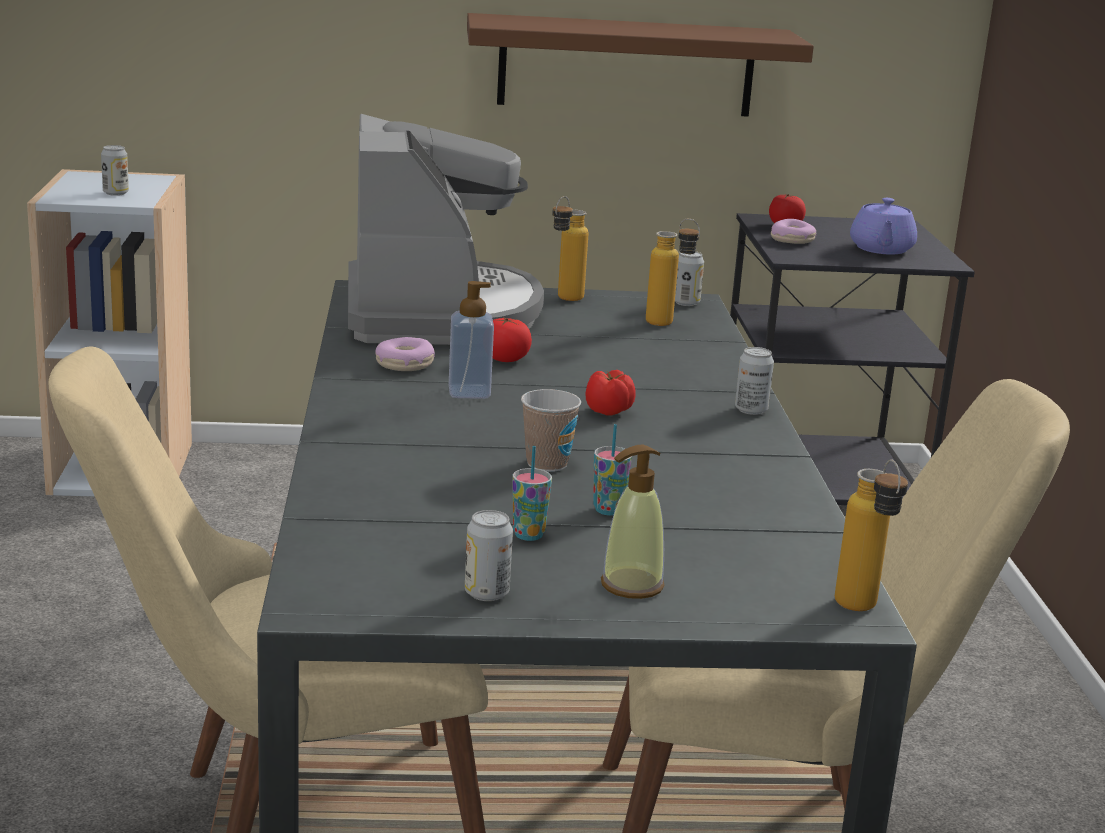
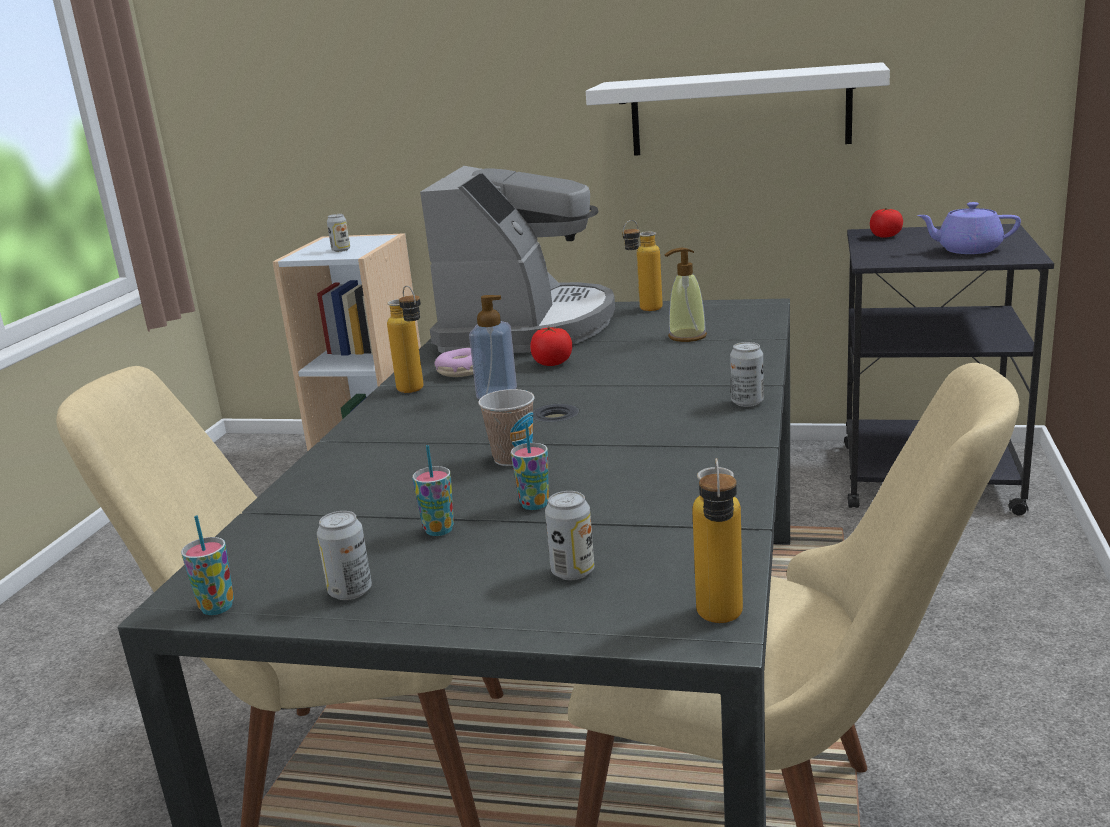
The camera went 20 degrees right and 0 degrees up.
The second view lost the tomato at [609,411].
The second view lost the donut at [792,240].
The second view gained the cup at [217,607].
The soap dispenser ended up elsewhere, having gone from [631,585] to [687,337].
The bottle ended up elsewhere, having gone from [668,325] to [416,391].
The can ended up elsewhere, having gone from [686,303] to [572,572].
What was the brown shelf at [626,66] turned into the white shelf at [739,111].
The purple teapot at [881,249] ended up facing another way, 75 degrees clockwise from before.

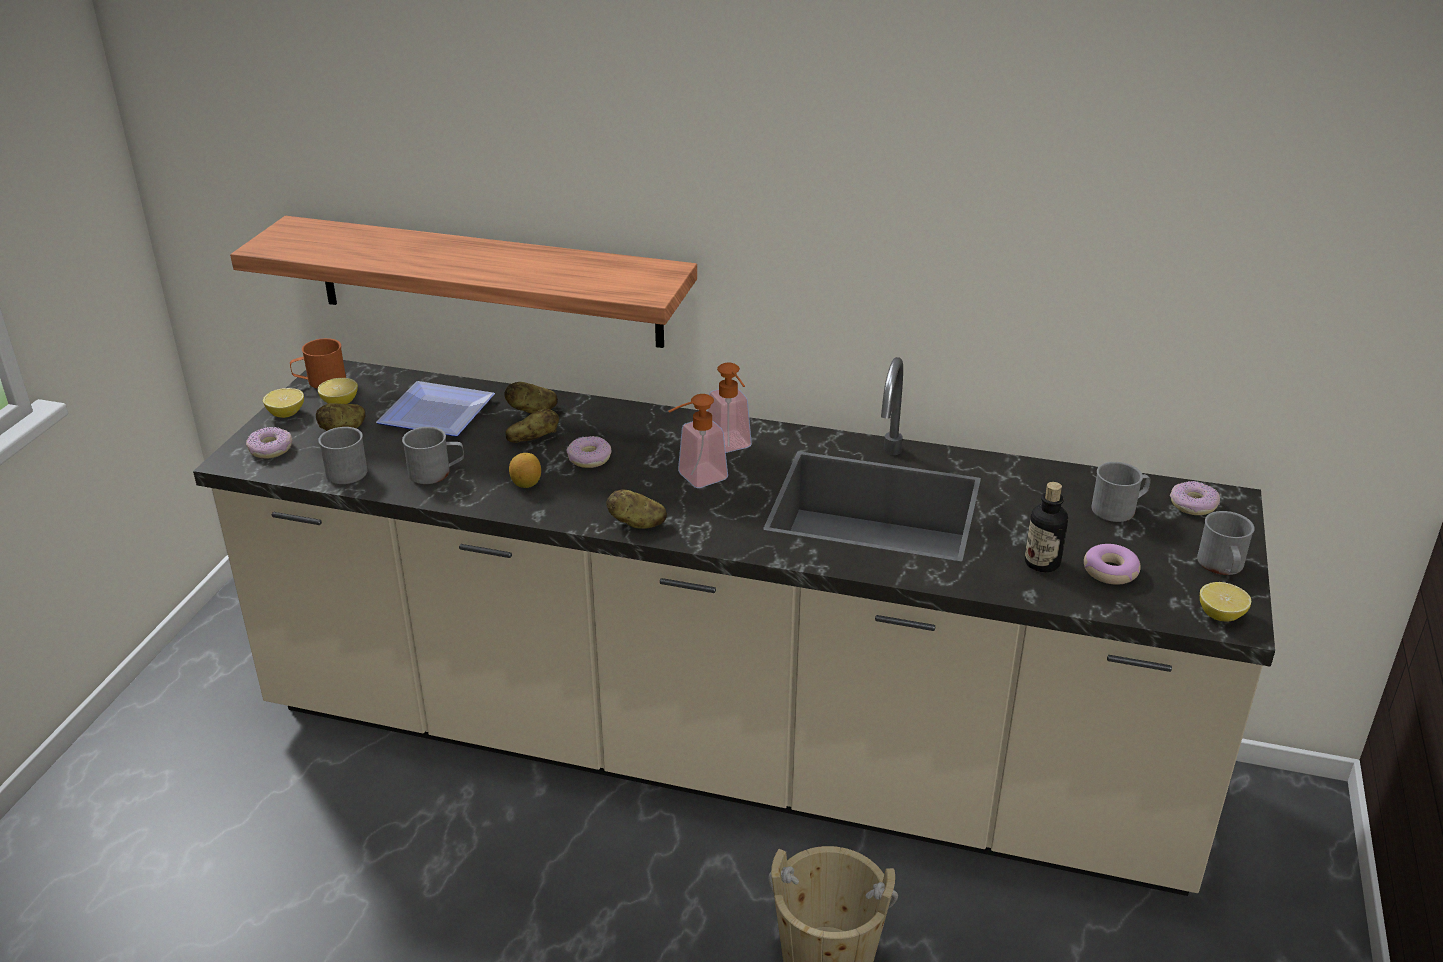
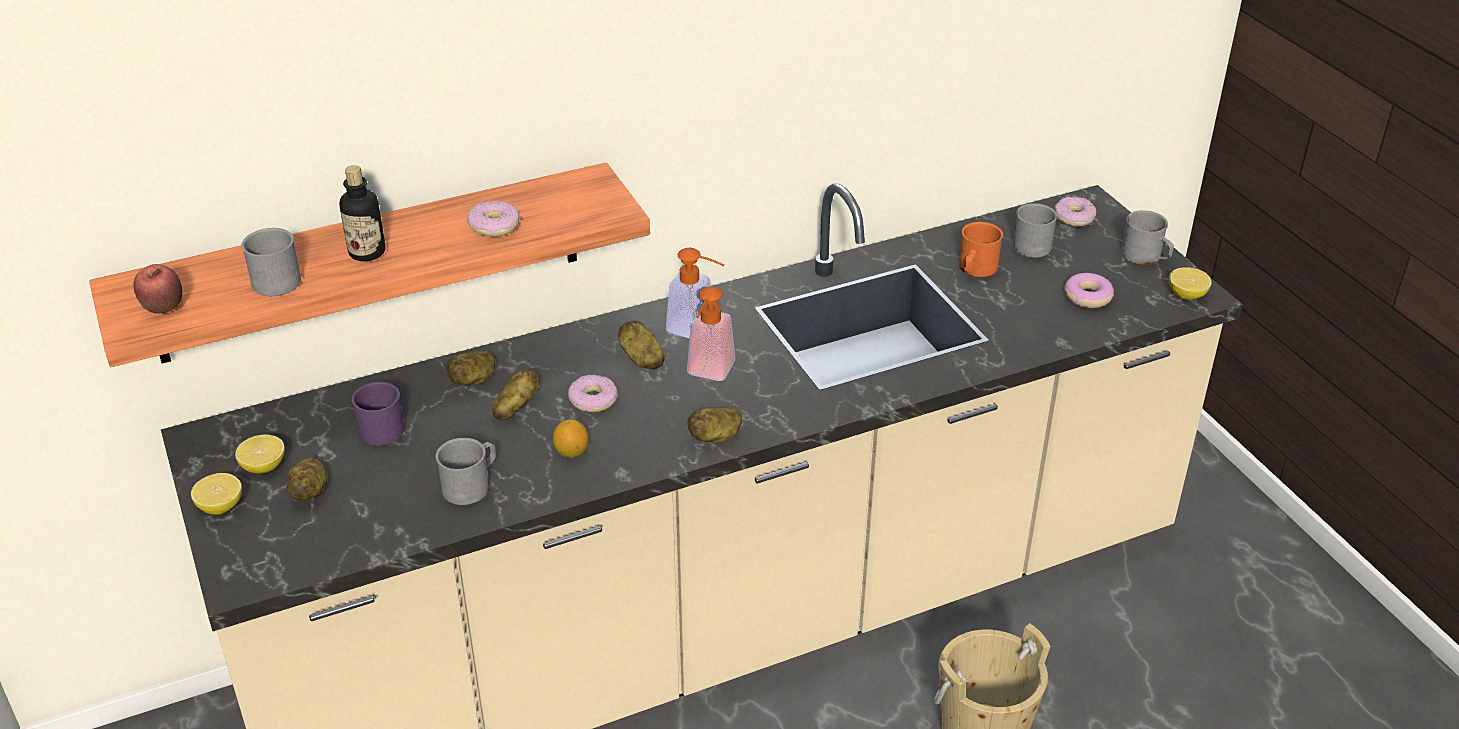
The camera went 40 degrees left and 5 degrees up.
The second view gained the apple at [164,308].
The second view gained the potato at [641,358].
The donut ended up elsewhere, having gone from [270,449] to [494,225].
The orange mug ended up elsewhere, having gone from [320,381] to [975,270].
The grey mug ended up elsewhere, having gone from [347,469] to [271,279].
The bottle ended up elsewhere, having gone from [1042,563] to [367,252].
Where the plate stood at [435,411], the purple mug came to stand at [380,427].

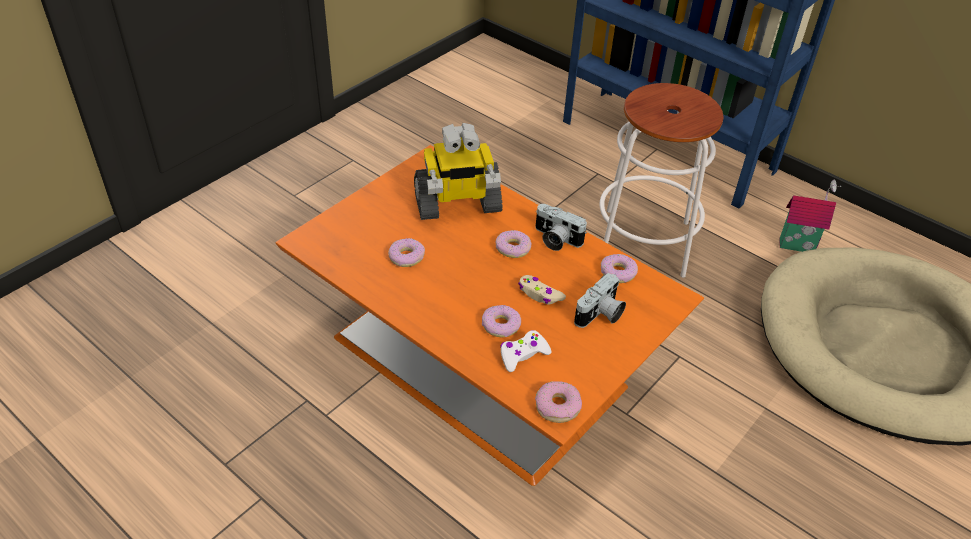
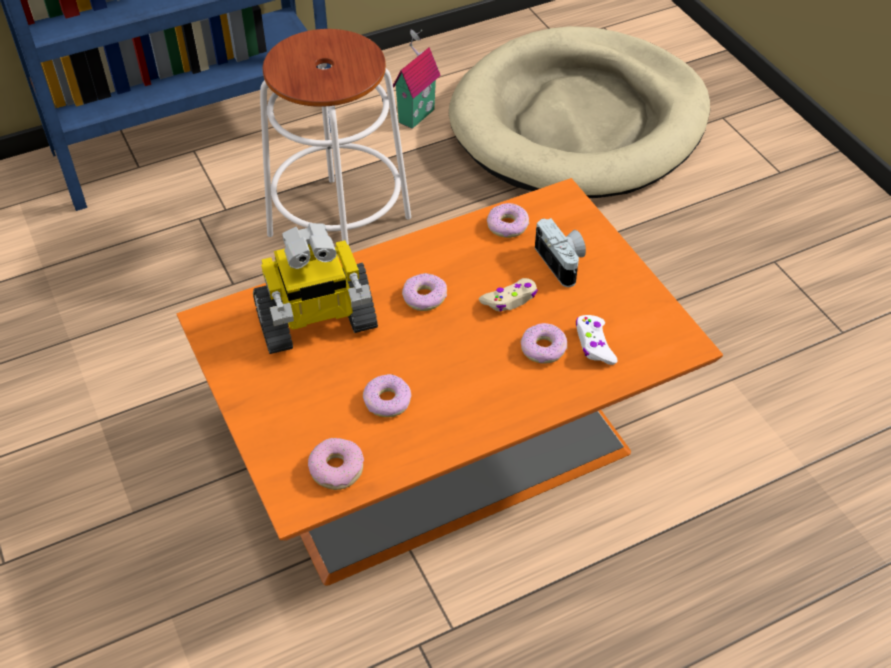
The camera went 65 degrees left and 5 degrees up.
The second view lost the photo camera at [555,239].
The donut ended up elsewhere, having gone from [557,406] to [337,469].
The toy robot at [457,204] ended up facing another way, 60 degrees clockwise from before.

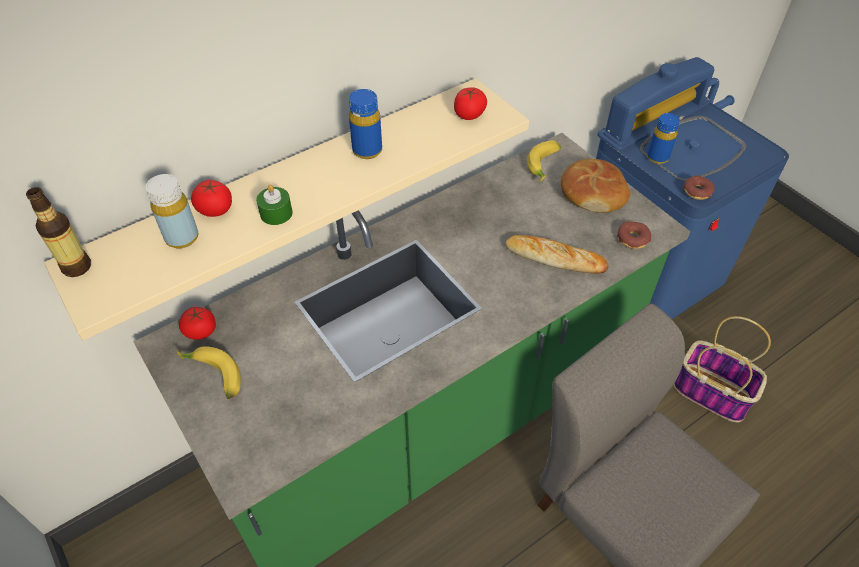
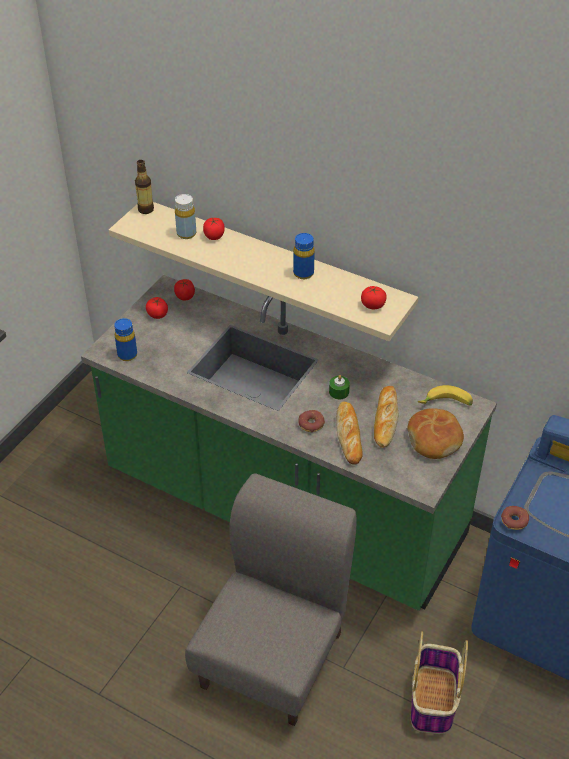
The camera went 65 degrees right and 5 degrees down.
The second view gained the bread at [385,419].
The green candle ended up elsewhere, having gone from [276,213] to [339,392].
The donut ended up elsewhere, having gone from [633,239] to [311,424].
The blue bottle ended up elsewhere, having gone from [657,157] to [127,355].
Where the banana stood at [212,377], the tomato came to stand at [157,314].

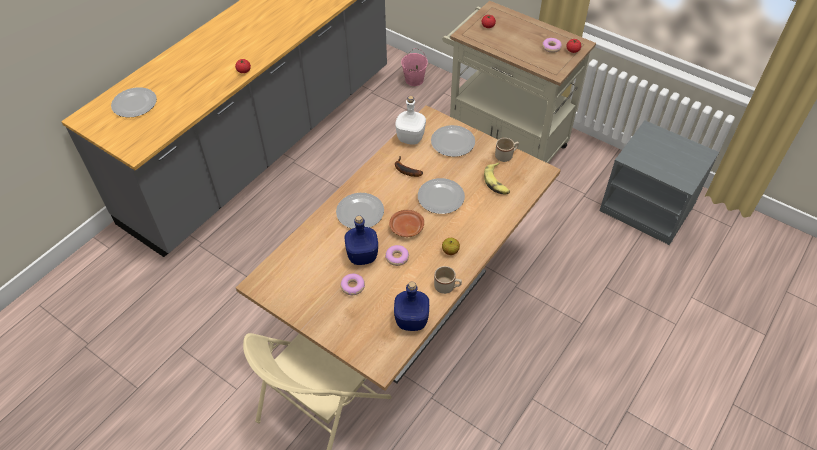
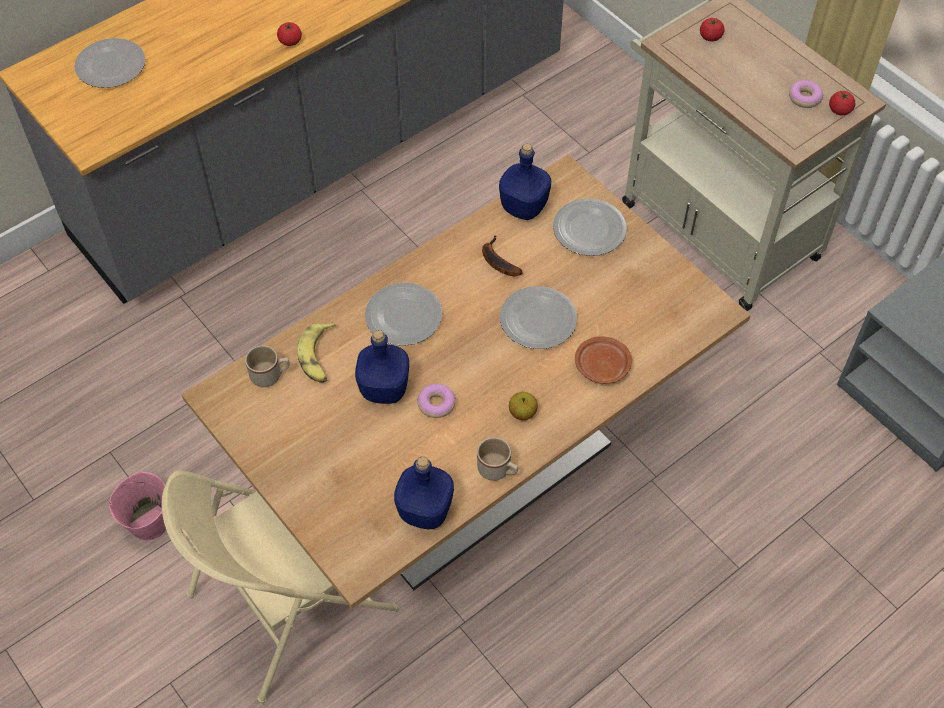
The camera went 15 degrees right and 5 degrees up.
The second view lost the donut at [352,286].
The brown plate ended up elsewhere, having gone from [406,227] to [601,366].
The pink bucket ended up elsewhere, having gone from [414,80] to [149,522].
The banana ended up elsewhere, having gone from [497,182] to [318,357].
The beige mug ended up elsewhere, having gone from [506,156] to [270,375].
What was the white bottle at [411,138] turned into the blue bottle at [524,207].

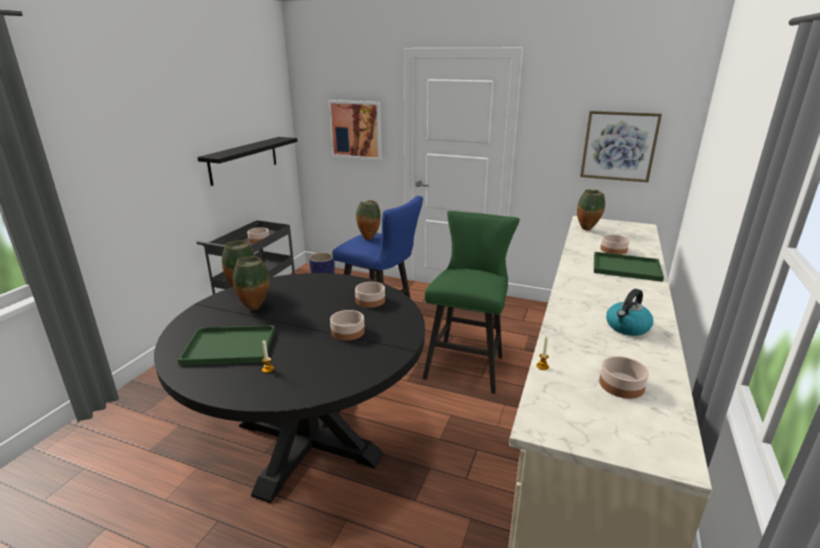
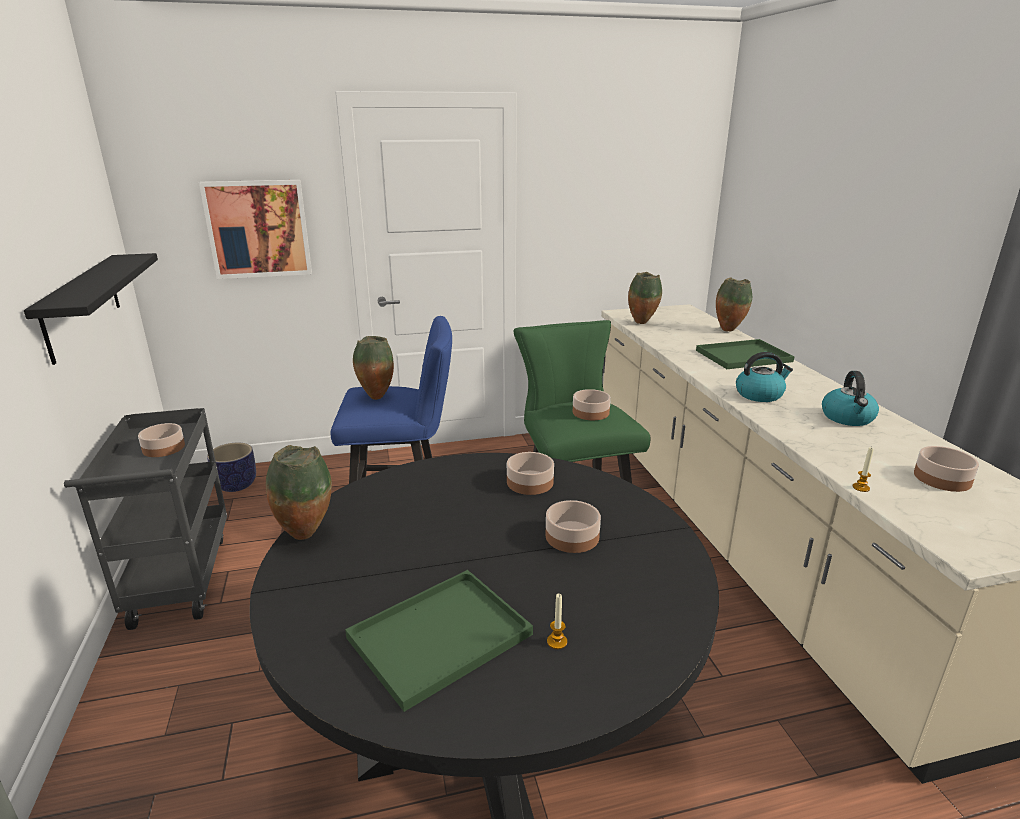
The camera went 35 degrees left and 0 degrees up.
The second view lost the picture at [619,146].
The second view gained the kettle at [759,394].
The vase ended up elsewhere, having gone from [256,308] to [729,330].
The bowl ended up elsewhere, having gone from [613,250] to [590,412].

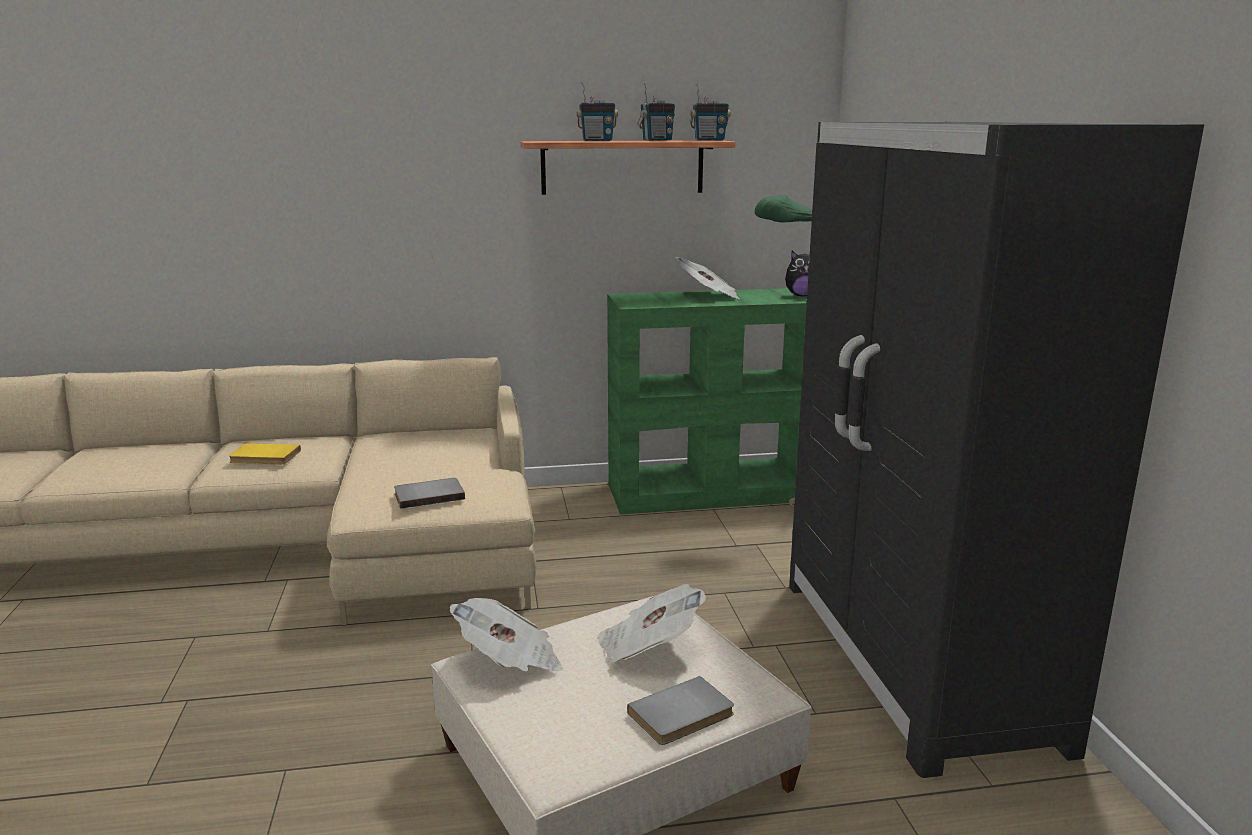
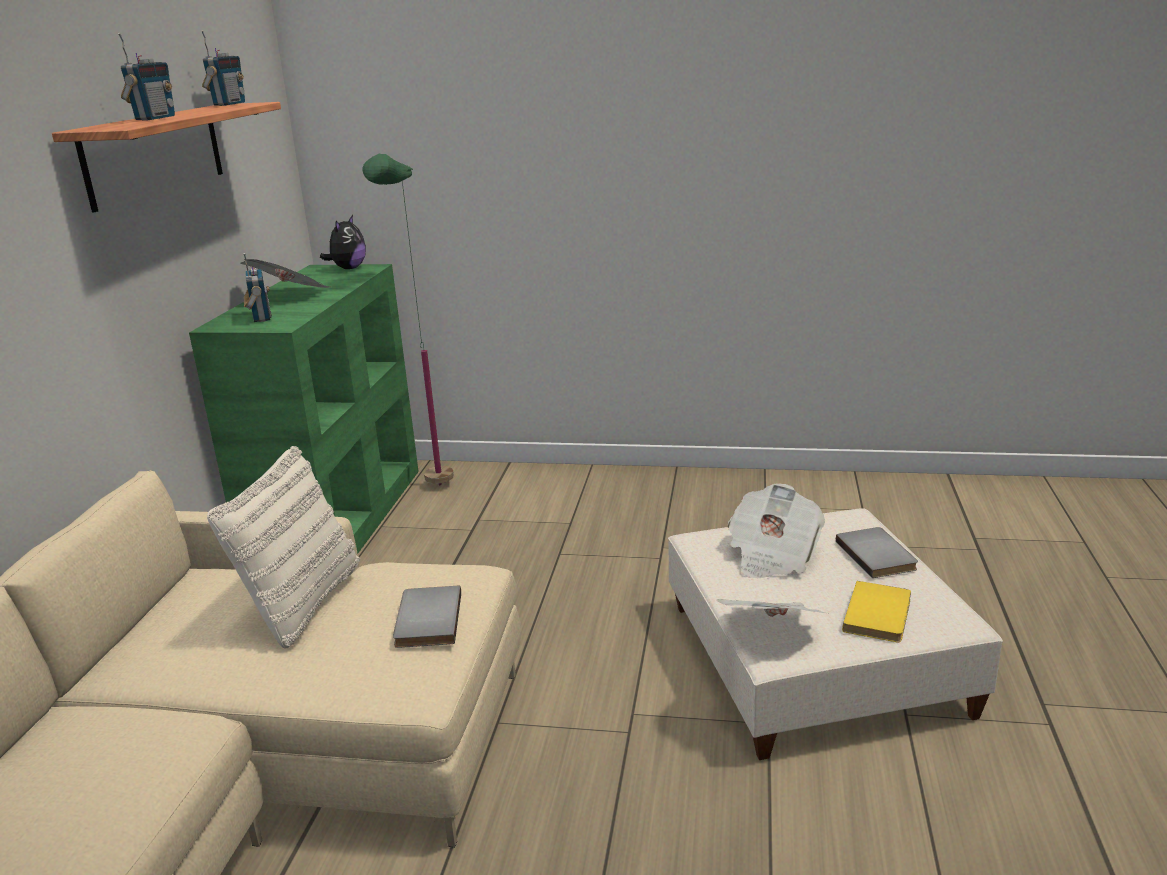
The camera went 70 degrees left and 5 degrees up.
The second view lost the black cabinet at [911,660].
The second view gained the beige pillow at [302,605].
The yellow book ended up elsewhere, having gone from [264,457] to [880,615].
The radio ended up elsewhere, having gone from [656,140] to [260,318].

